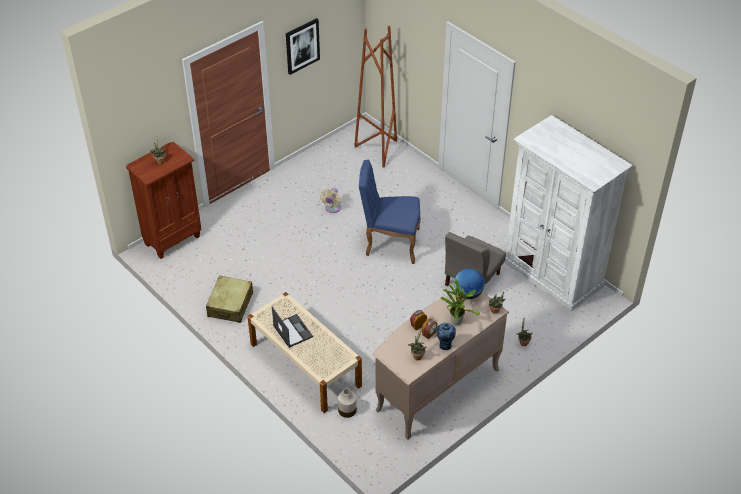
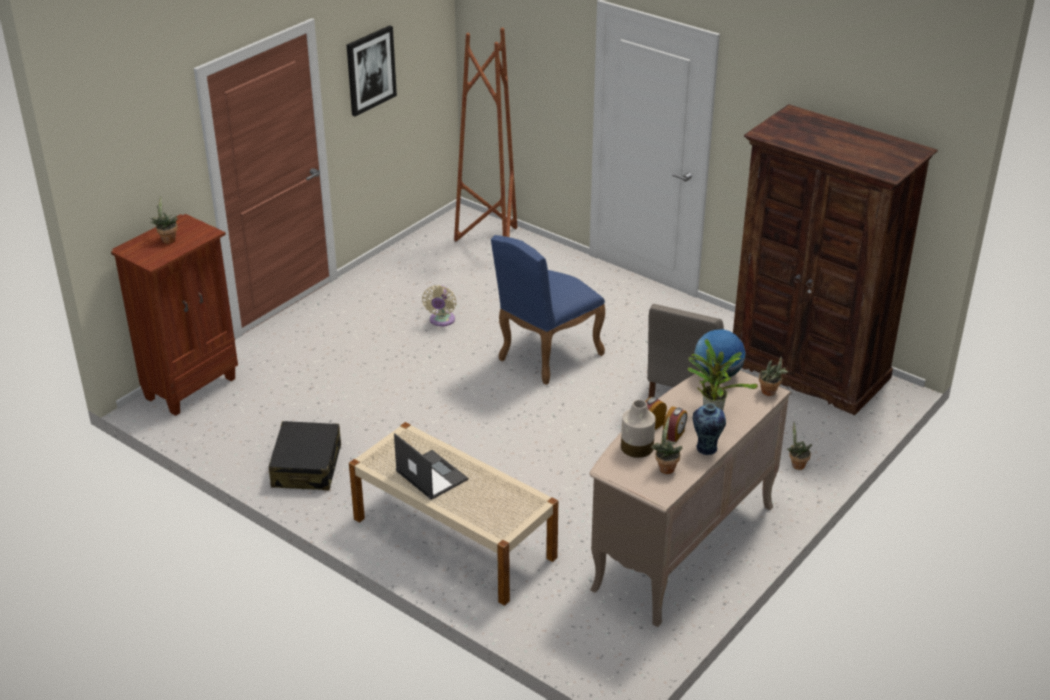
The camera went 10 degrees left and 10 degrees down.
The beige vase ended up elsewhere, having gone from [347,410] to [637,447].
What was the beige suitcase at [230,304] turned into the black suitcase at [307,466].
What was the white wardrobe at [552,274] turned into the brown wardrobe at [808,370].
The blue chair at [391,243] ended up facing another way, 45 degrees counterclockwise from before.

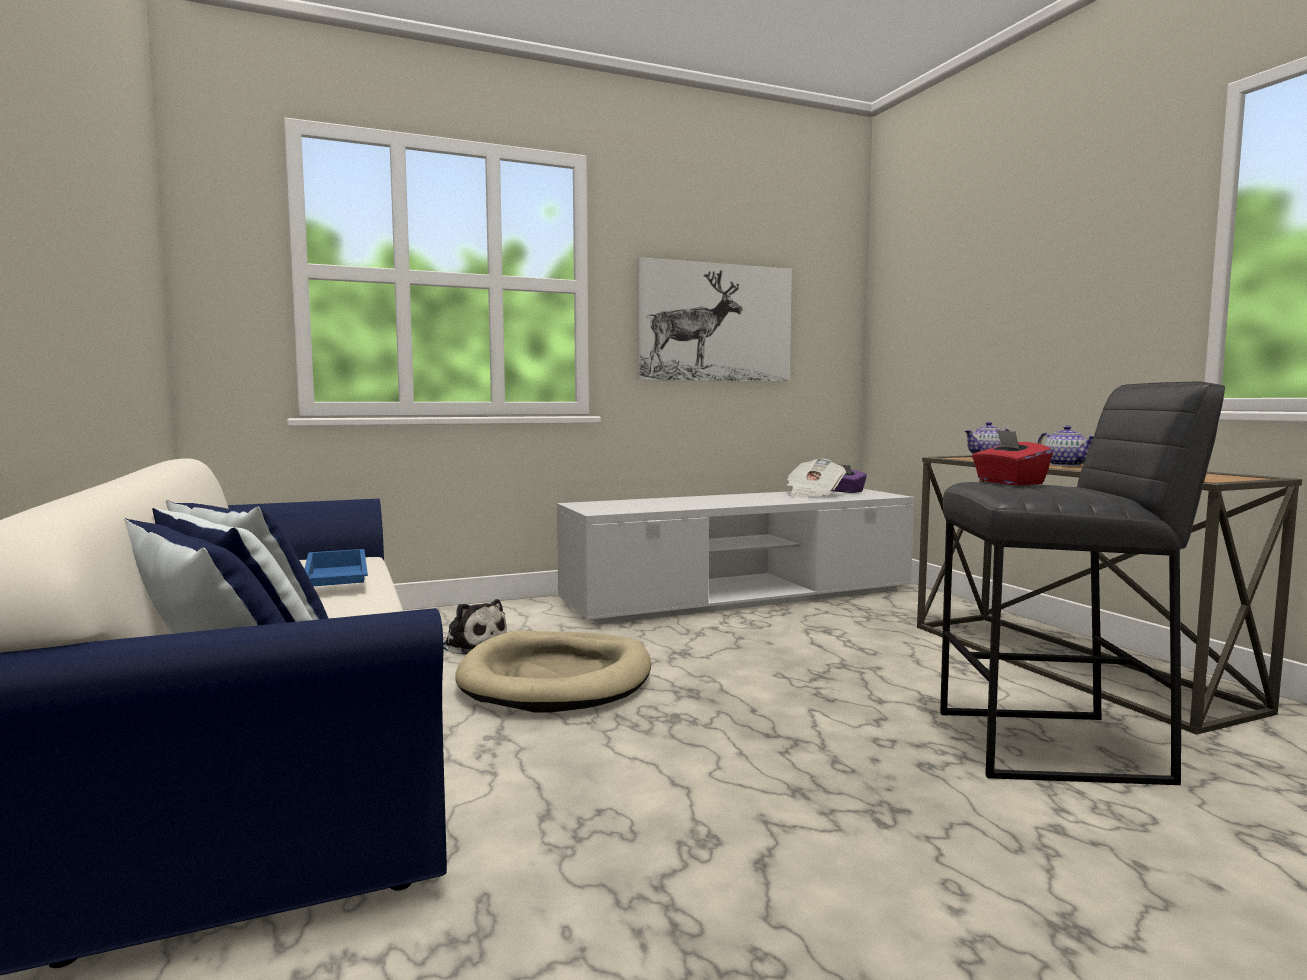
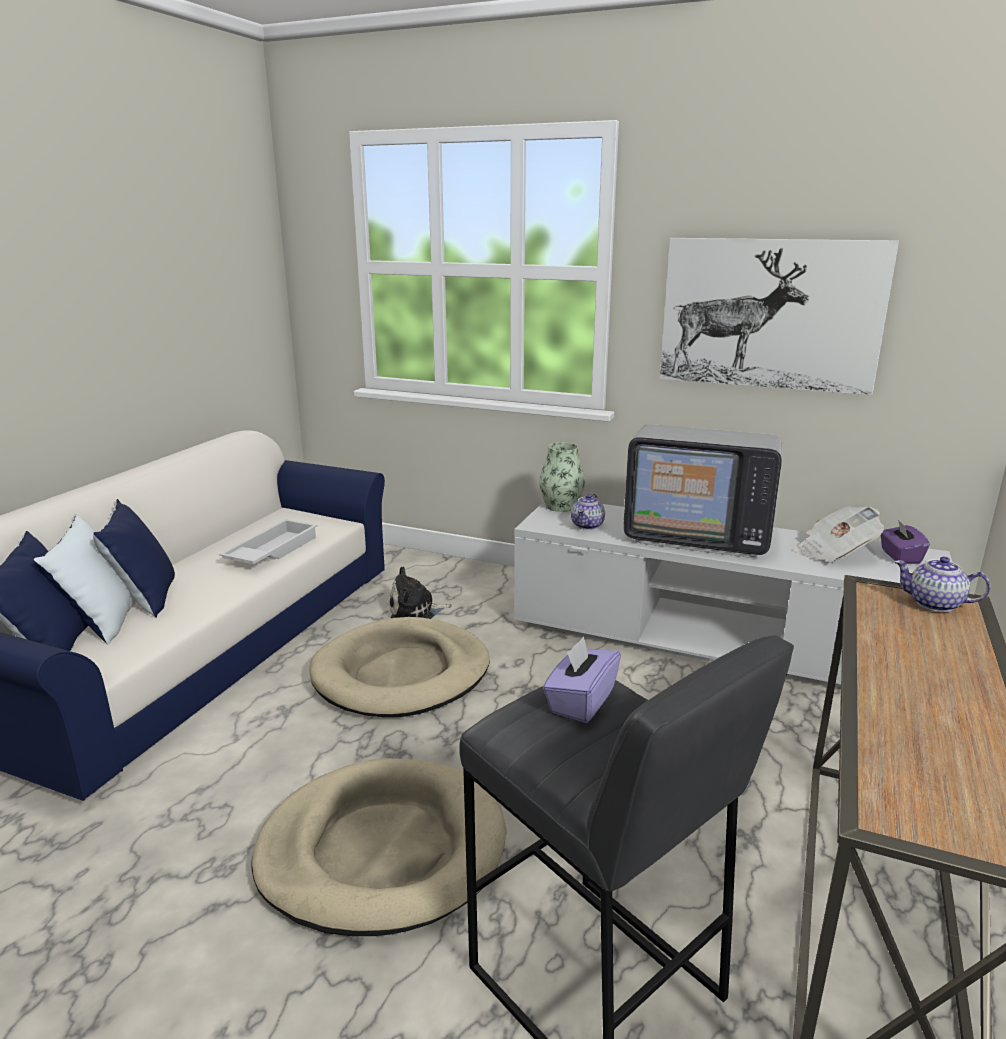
The camera went 45 degrees right and 15 degrees up.
The second view gained the beige dog bed at [382,850].
The second view gained the vase at [561,506].
The second view gained the television at [698,536].
The teapot ended up elsewhere, having gone from [1065,465] to [588,525].
What was the blue tray at [334,580] turned into the white tray at [271,550].
What was the red tissue box at [1009,482] turned into the purple tissue box at [580,701].
The plush toy at [472,644] ended up facing another way, 90 degrees clockwise from before.

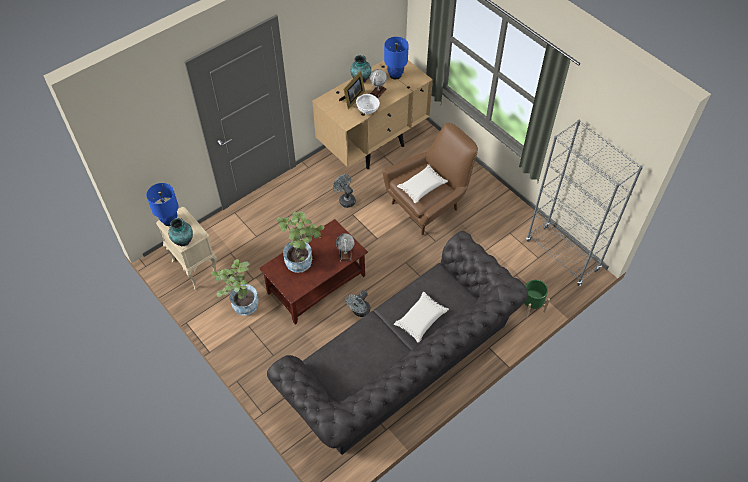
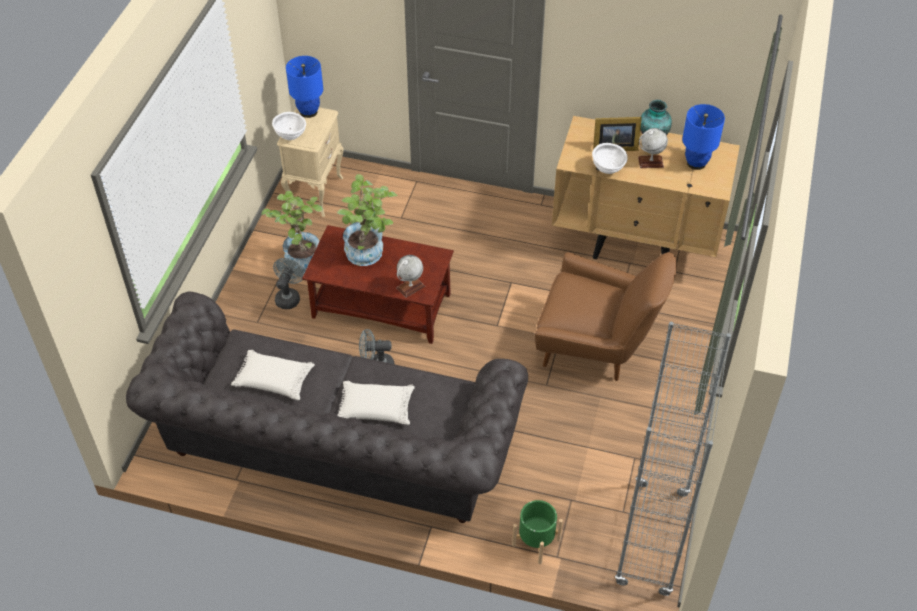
The camera went 55 degrees right and 5 degrees down.
The grey fan ended up elsewhere, having gone from [345,199] to [289,297].
The white pillow ended up elsewhere, having gone from [422,186] to [273,378].
Where the vase stood at [183,241], the white bowl came to stand at [291,137].

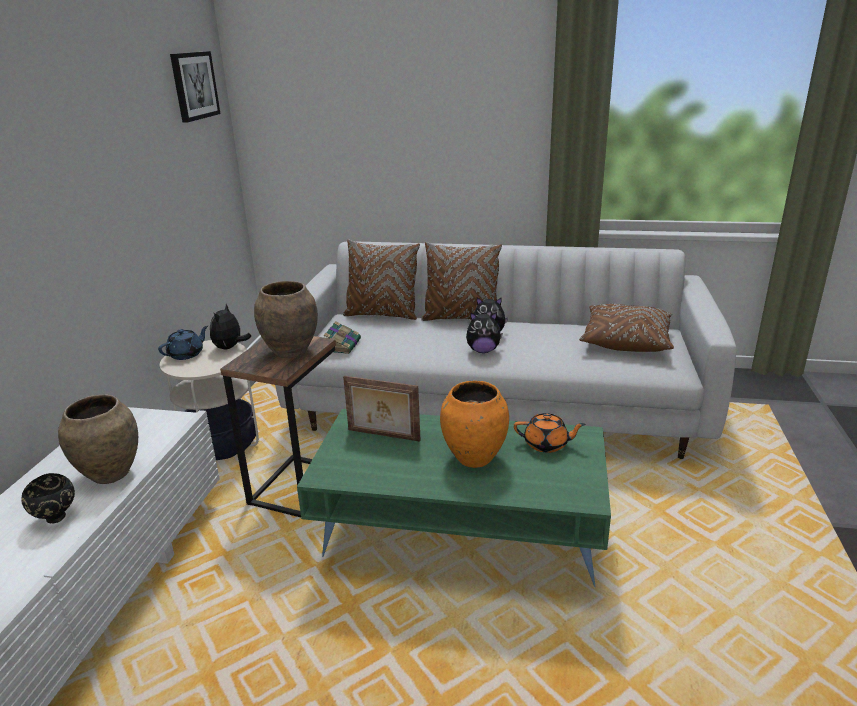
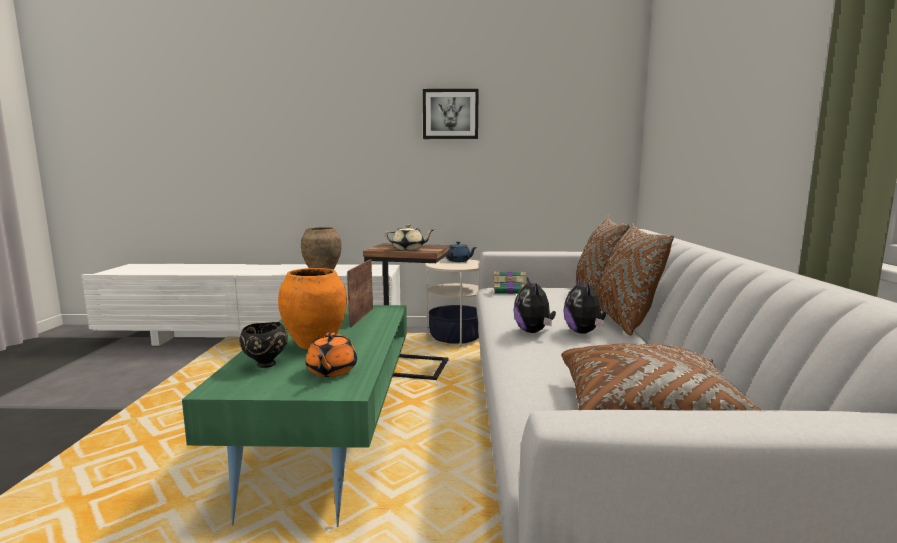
The camera went 80 degrees right and 15 degrees down.
The second view lost the plush toy at [230,348].
The black bowl ended up elsewhere, having gone from [56,518] to [265,365].
The picture ended up elsewhere, having gone from [194,86] to [450,114].
Where the brown vase stood at [290,352], the beige teapot came to stand at [409,248].

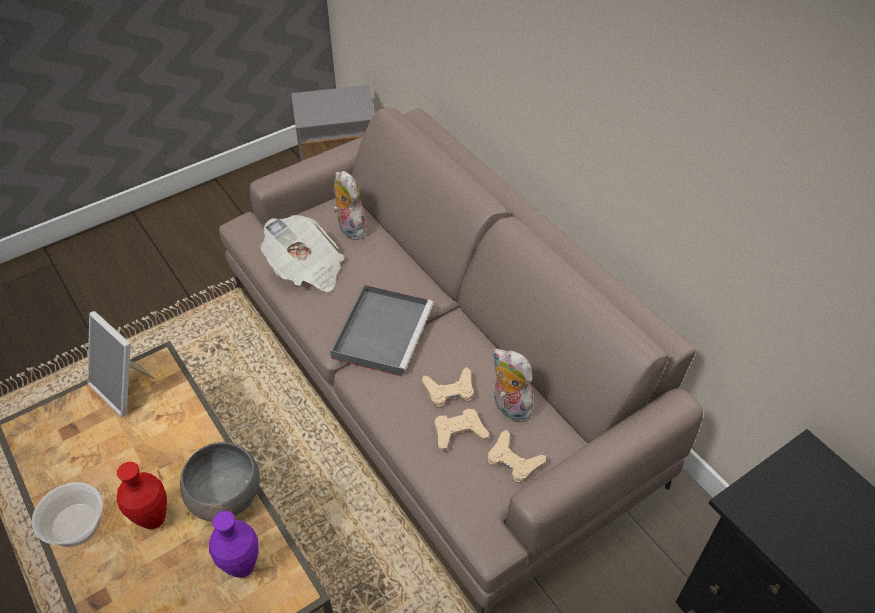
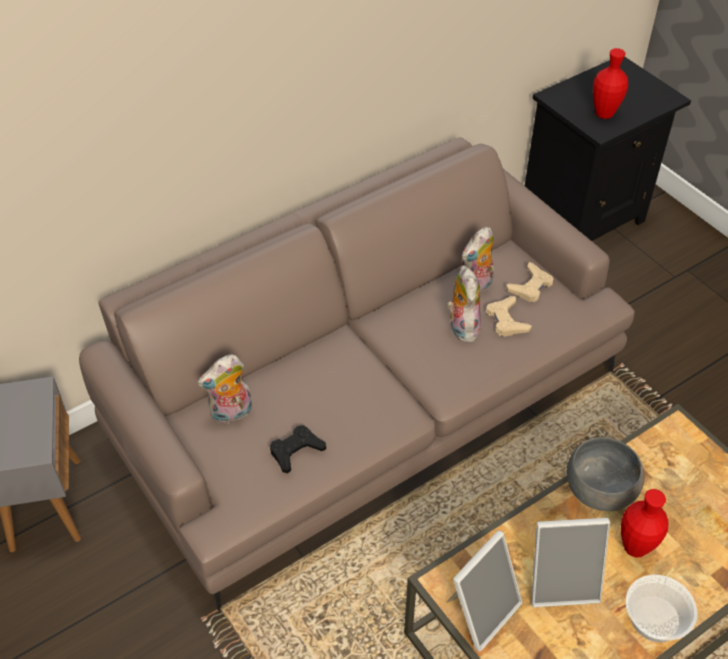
The camera went 90 degrees left and 0 degrees up.
The second view lost the purple vase at [242,566].
The second view lost the grey tray at [382,331].
The second view gained the picture frame at [561,582].
The second view gained the red vase at [604,114].
Where the newspaper stood at [306,269], the black game controller came to stand at [296,451].
Where the beige game controller stood at [449,391], the plush toy came to stand at [461,327].

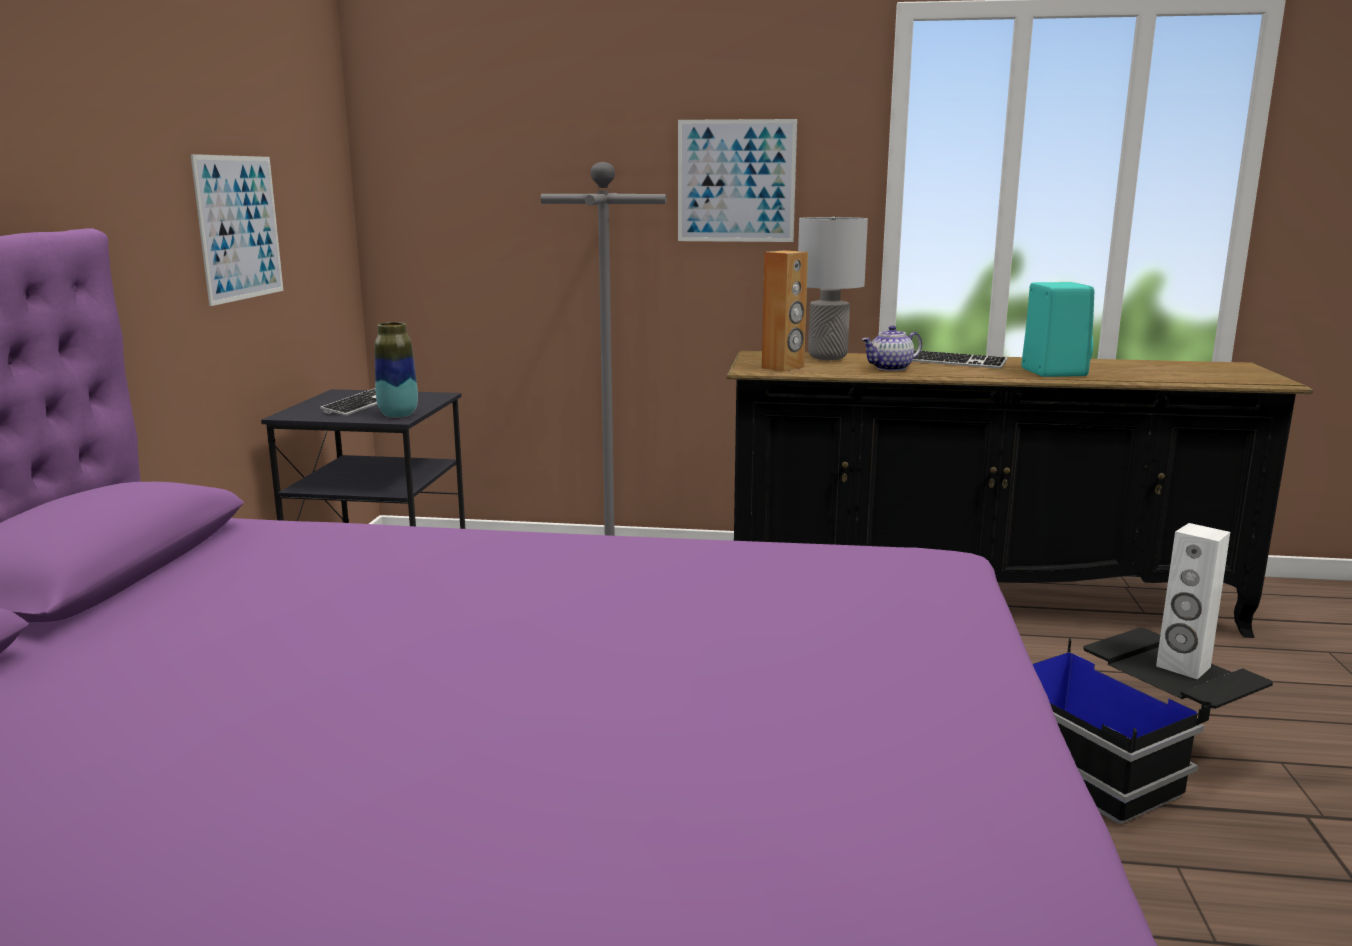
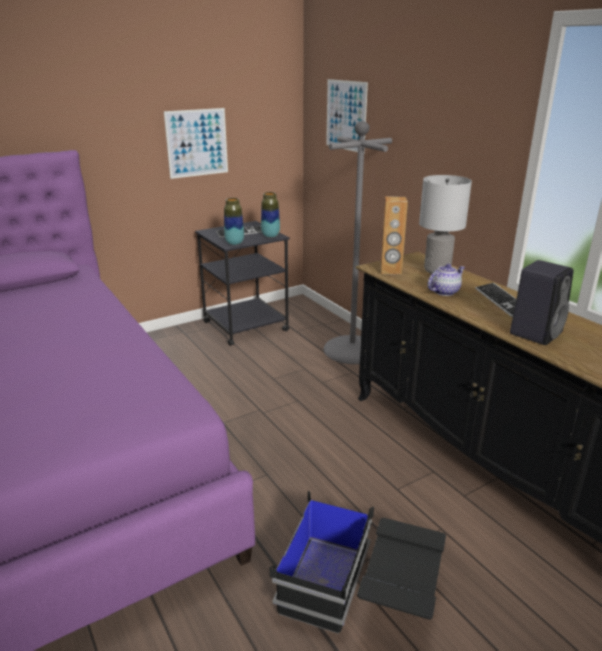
The camera went 50 degrees right and 10 degrees up.
The second view lost the white speaker at [1183,667].
The second view gained the vase at [270,236].
The picture ended up elsewhere, having gone from [736,181] to [346,115].
What was the turquoise speaker at [1052,372] turned into the black speaker at [536,333].
The teapot at [890,368] ended up facing another way, 120 degrees clockwise from before.

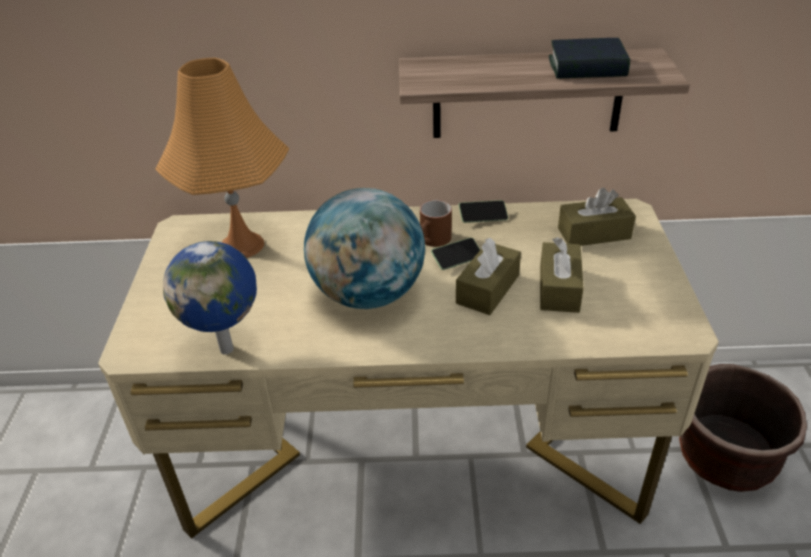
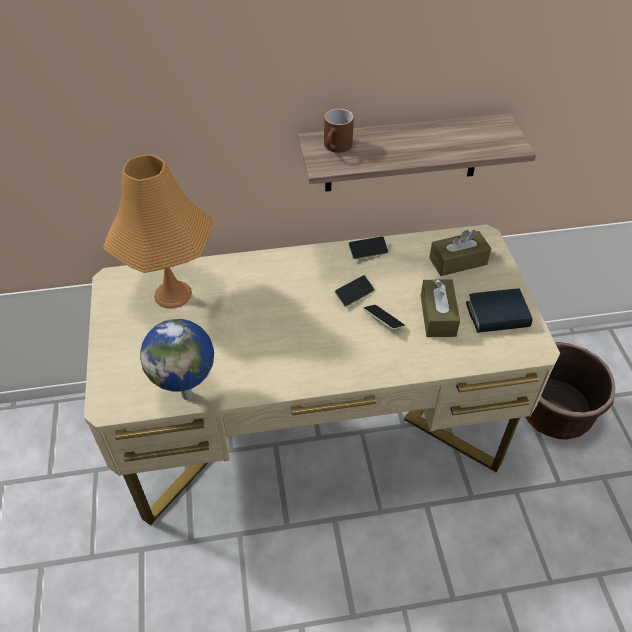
The camera went 10 degrees left and 10 degrees up.
The second view lost the globe at [368,294].
The brown mug ended up elsewhere, having gone from [433,241] to [336,148].
The book ended up elsewhere, having gone from [587,67] to [497,315].
Where the brown tissue box stood at [488,289], the phone came to stand at [383,321].

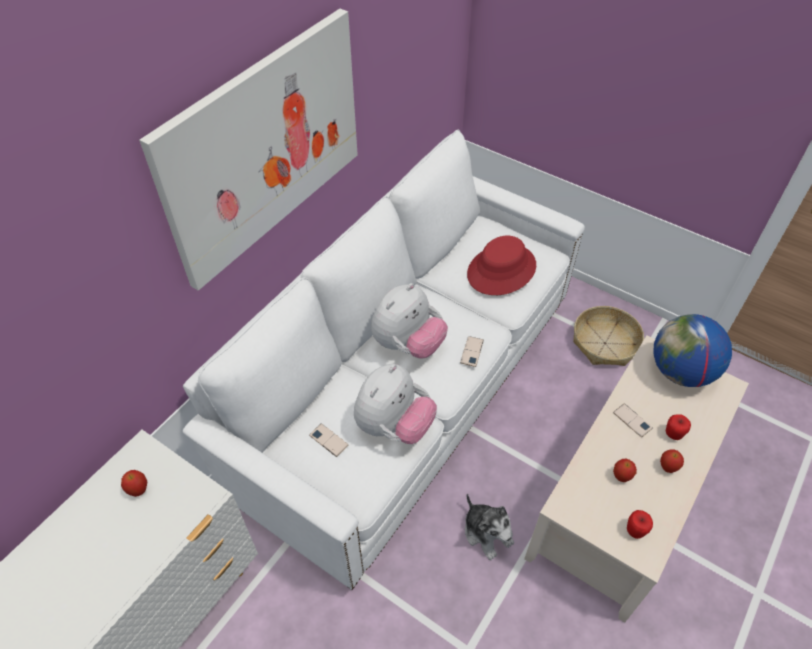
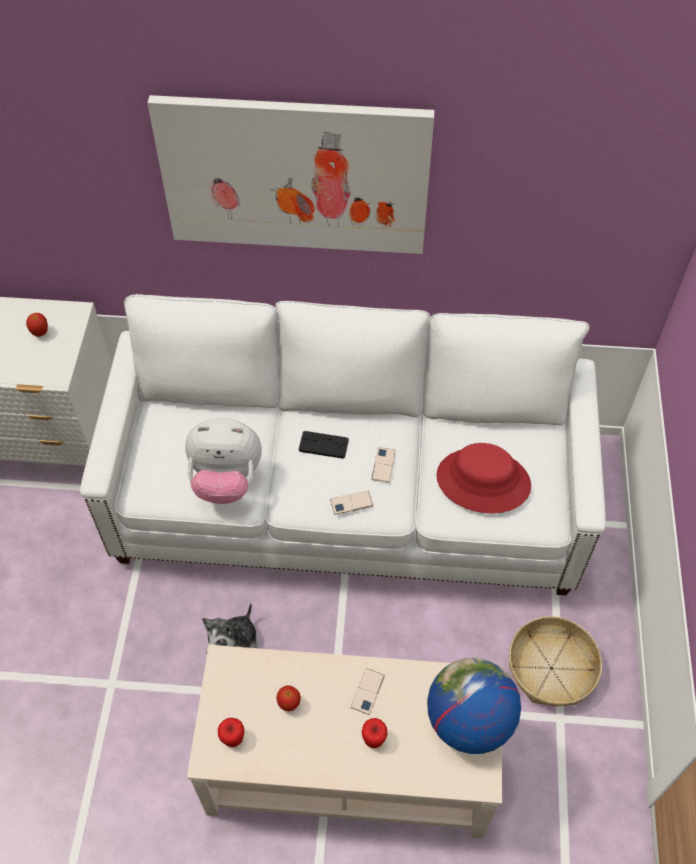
The camera went 60 degrees right and 5 degrees up.
The second view lost the apple at [667,467].
The phone ended up elsewhere, having gone from [328,440] to [383,465].
Where the plush toy stood at [408,344], the black game controller came to stand at [323,445].

